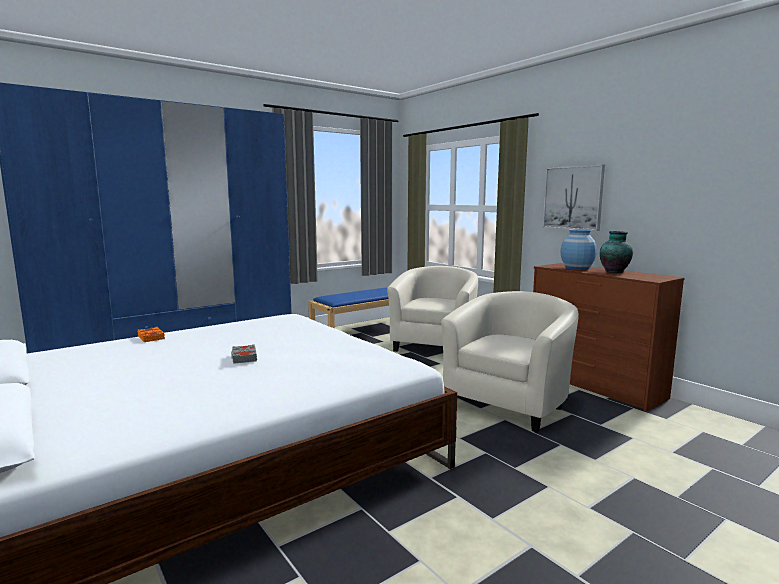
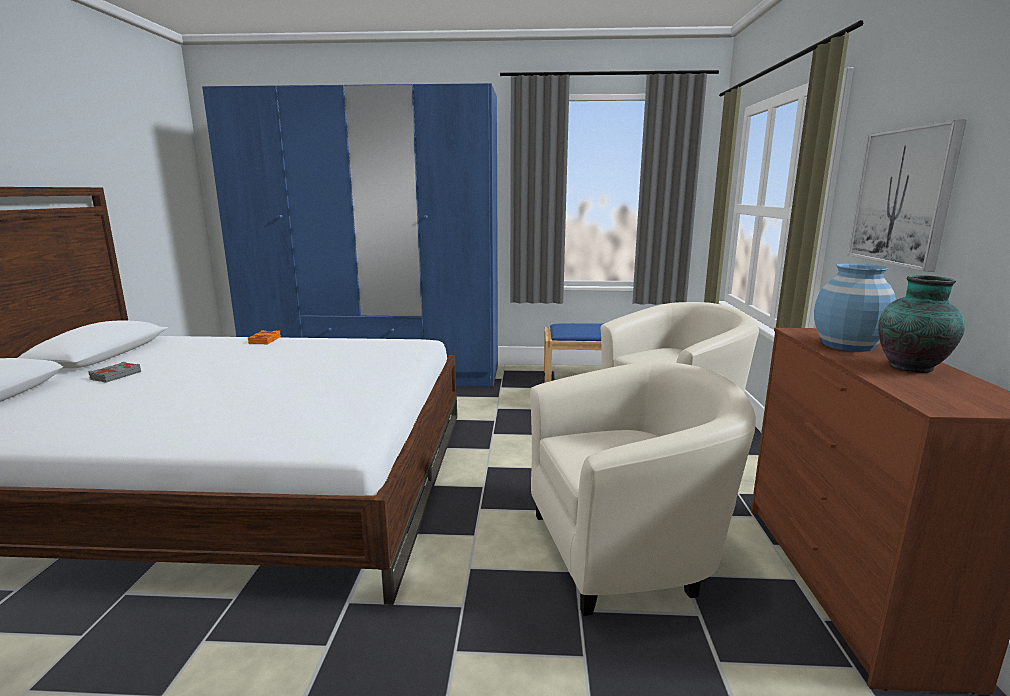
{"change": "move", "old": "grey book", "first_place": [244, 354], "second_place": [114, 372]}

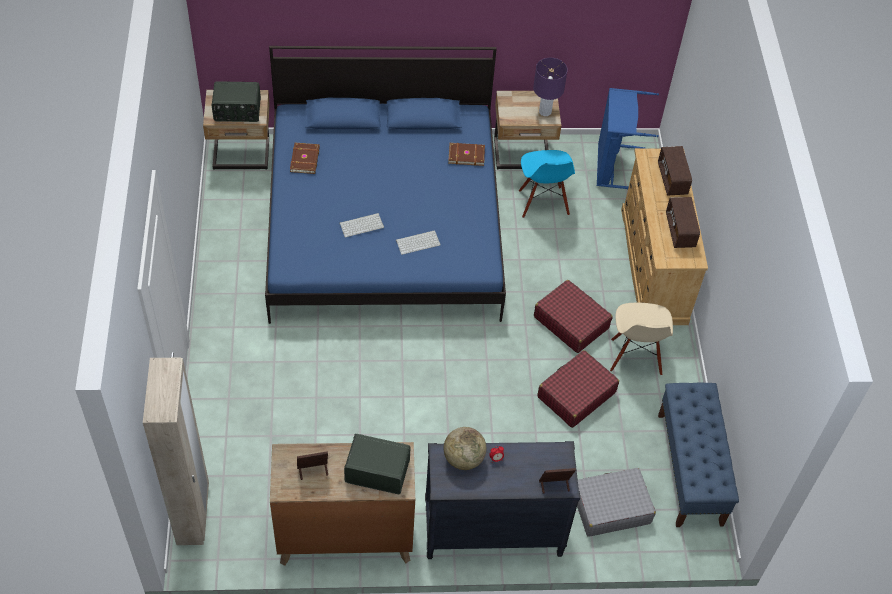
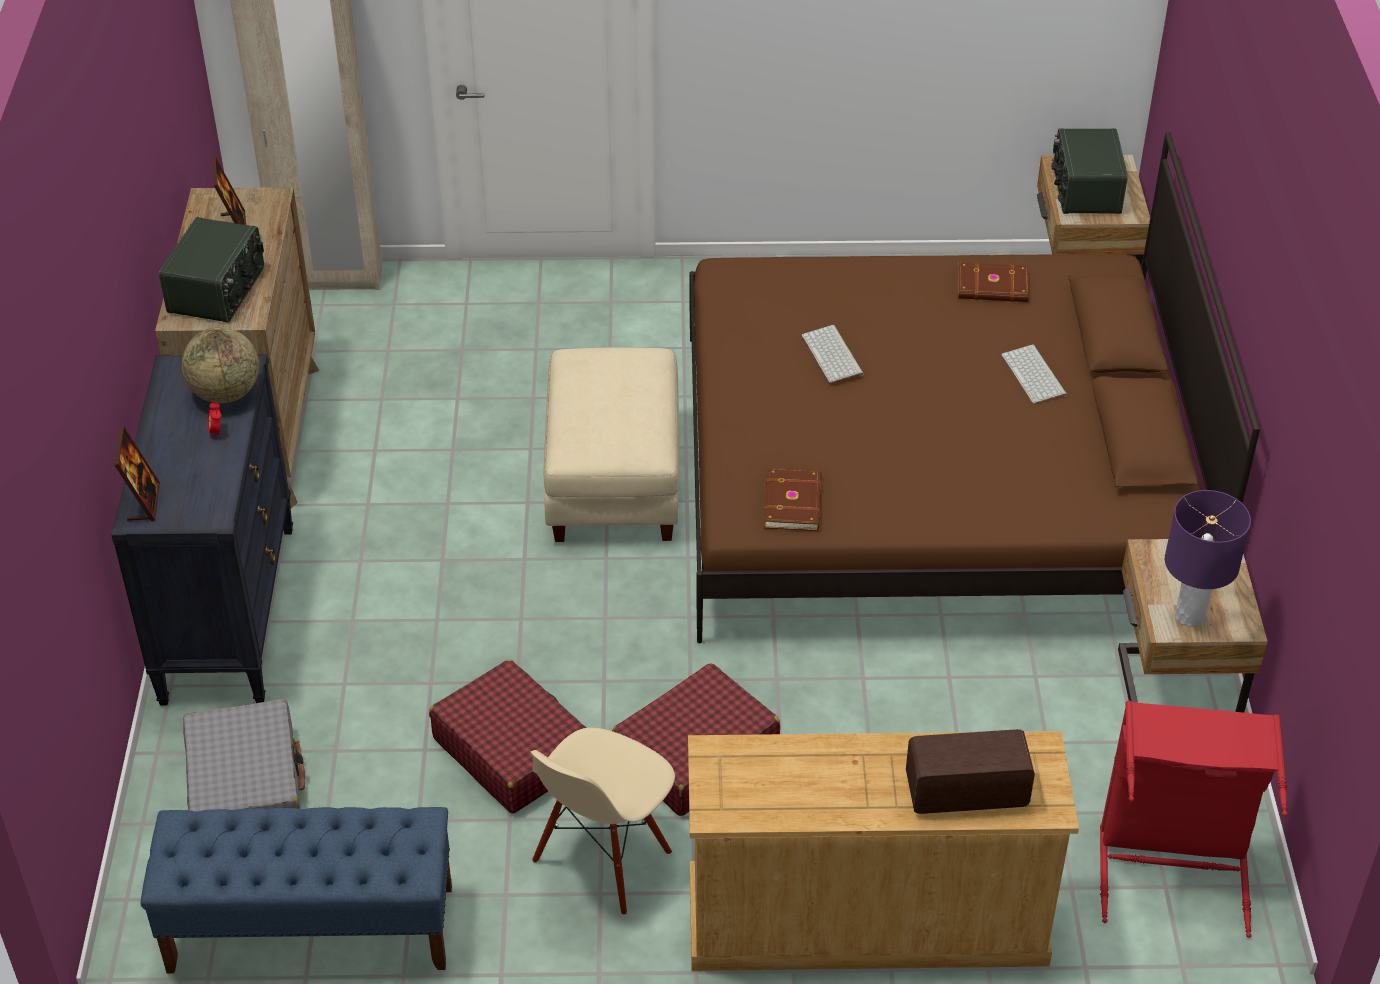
{"change": "rotate", "old": "beige chair", "first_place": [641, 339], "second_place": [603, 821], "degrees": -60}
{"change": "insert", "new": "beige ottoman", "second_place": [612, 444]}
{"change": "recolor", "old": "blue bed", "new": "brown bed", "first_place": [385, 185], "second_place": [974, 387]}
{"change": "move", "old": "brown book", "first_place": [466, 154], "second_place": [793, 499]}
{"change": "move", "old": "keyboard", "first_place": [418, 242], "second_place": [1034, 373]}
{"change": "recolor", "old": "blue laundry basket", "new": "red laundry basket", "first_place": [628, 138], "second_place": [1194, 819]}
{"change": "delete", "old": "blue chair", "first_place": [547, 184]}
{"change": "delete", "old": "radio", "first_place": [683, 222]}

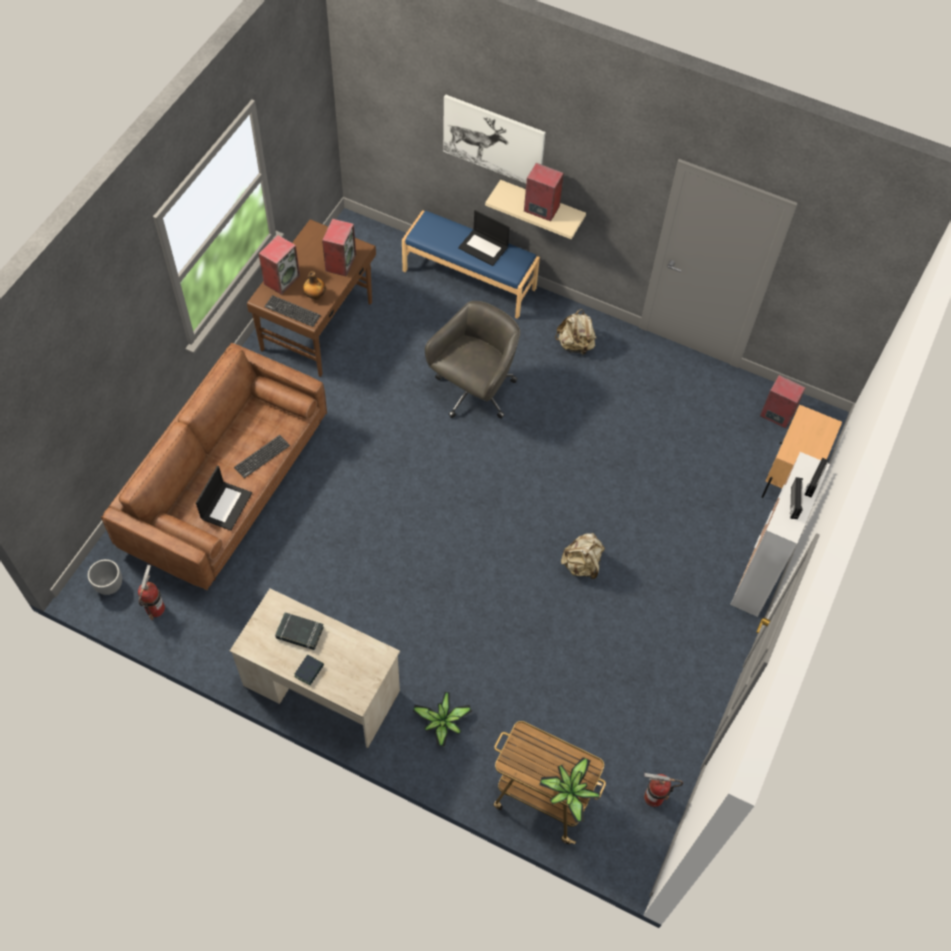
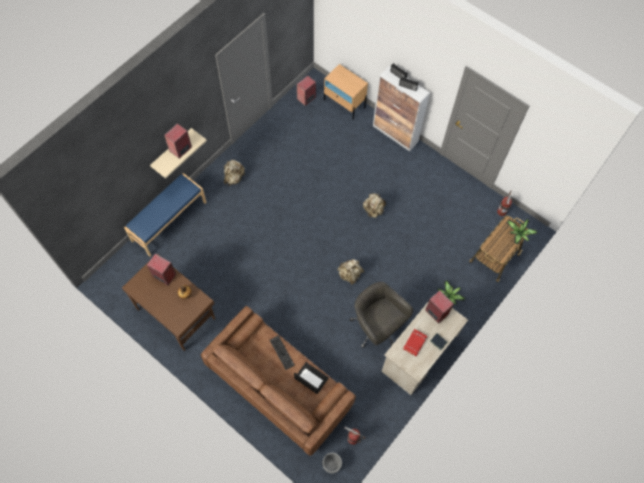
{"change": "insert", "new": "beige backpack", "second_place": [350, 271]}
{"change": "move", "old": "grey office chair", "first_place": [472, 360], "second_place": [381, 315]}
{"change": "recolor", "old": "black book", "new": "red book", "first_place": [299, 631], "second_place": [415, 342]}
{"change": "move", "old": "speaker", "first_place": [279, 265], "second_place": [439, 306]}
{"change": "delete", "old": "keyboard", "first_place": [292, 311]}
{"change": "delete", "old": "picture", "first_place": [494, 139]}
{"change": "delete", "old": "laptop", "first_place": [484, 238]}

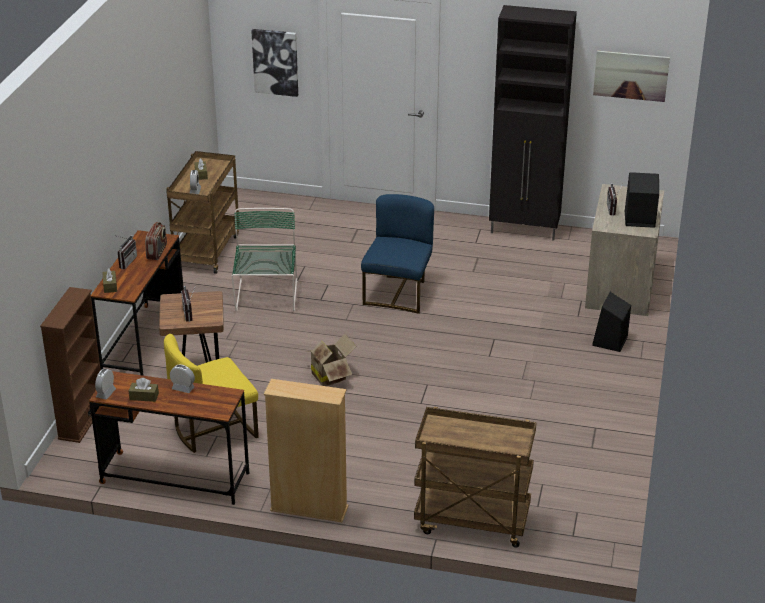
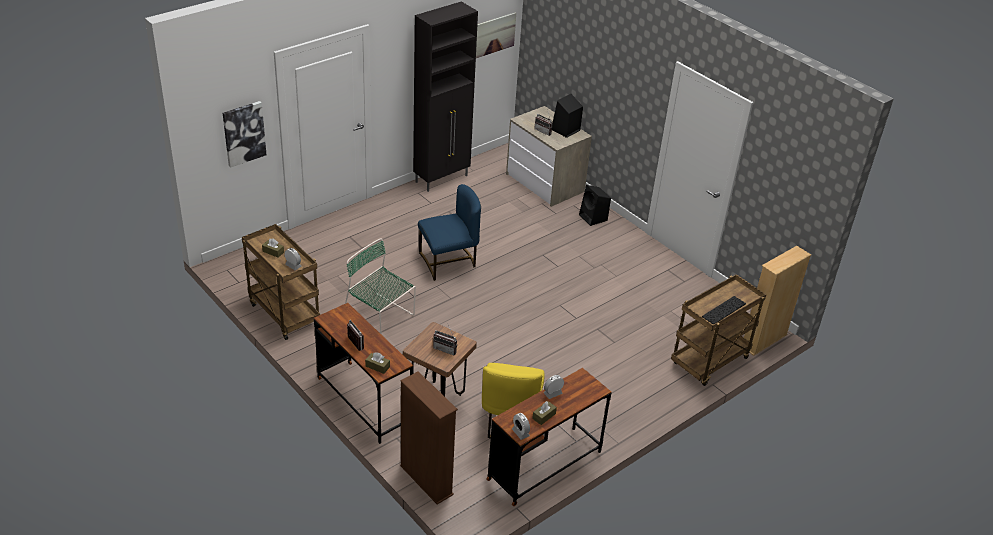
{"change": "rotate", "old": "blue chair", "first_place": [397, 254], "second_place": [449, 232], "degrees": 105}
{"change": "insert", "new": "keyboard", "second_place": [724, 310]}
{"change": "move", "old": "beige bookcase", "first_place": [306, 450], "second_place": [777, 301]}
{"change": "delete", "old": "radio", "first_place": [156, 241]}
{"change": "delete", "old": "cardboard box", "first_place": [331, 360]}

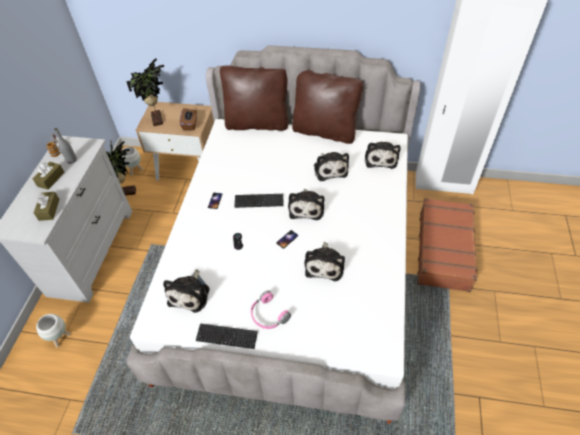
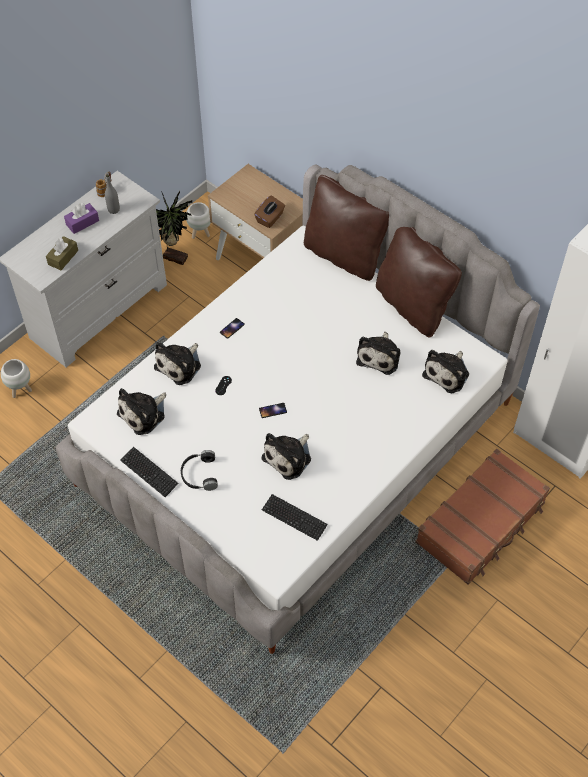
{"change": "recolor", "old": "brown tissue box", "new": "purple tissue box", "first_place": [48, 176], "second_place": [81, 218]}
{"change": "move", "old": "plush toy", "first_place": [306, 204], "second_place": [177, 363]}
{"change": "recolor", "old": "pink headphones", "new": "black headphones", "first_place": [271, 310], "second_place": [199, 470]}
{"change": "move", "old": "keyboard", "first_place": [259, 201], "second_place": [295, 517]}
{"change": "delete", "old": "potted plant", "first_place": [145, 92]}

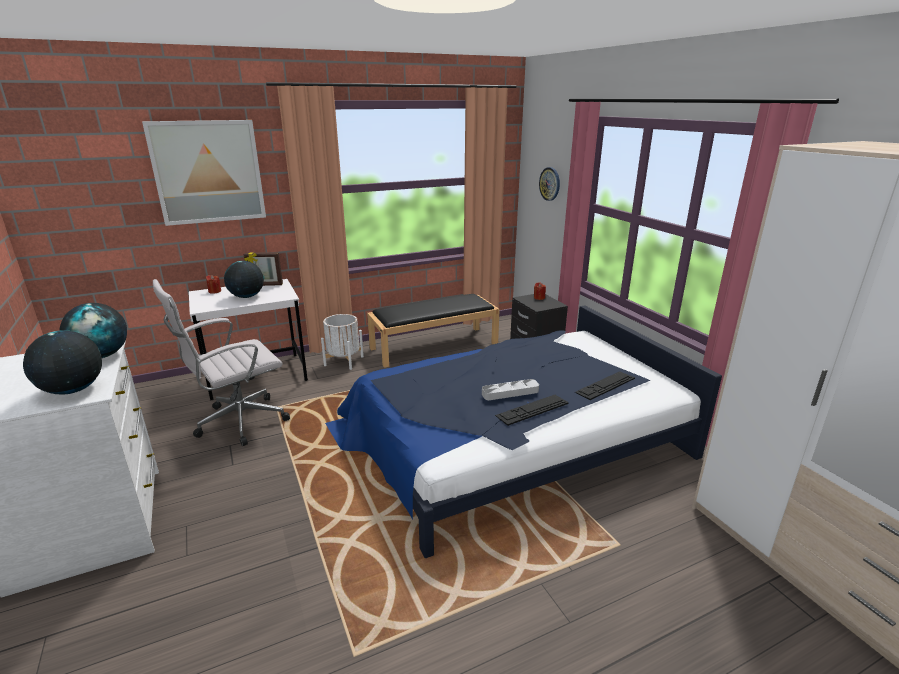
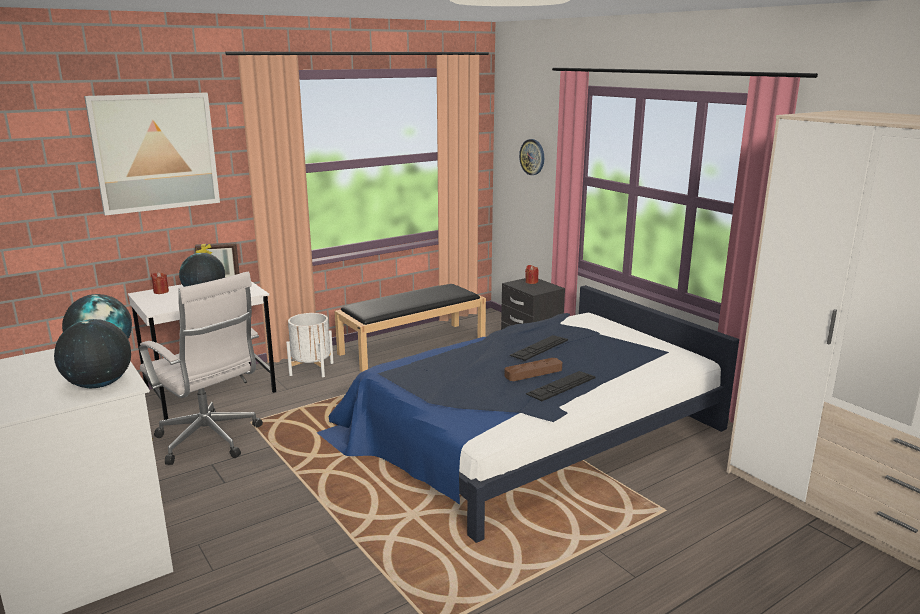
{"change": "rotate", "old": "white office chair", "first_place": [221, 362], "second_place": [201, 368], "degrees": -90}
{"change": "recolor", "old": "grey tray", "new": "brown tray", "first_place": [510, 389], "second_place": [533, 369]}
{"change": "move", "old": "keyboard", "first_place": [605, 385], "second_place": [538, 348]}

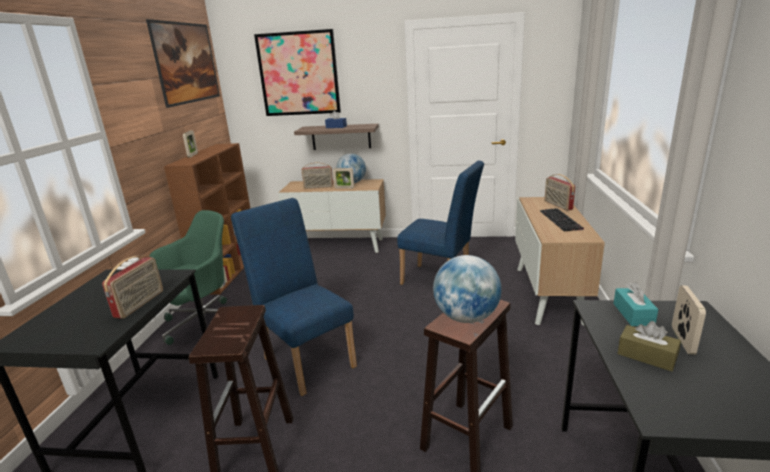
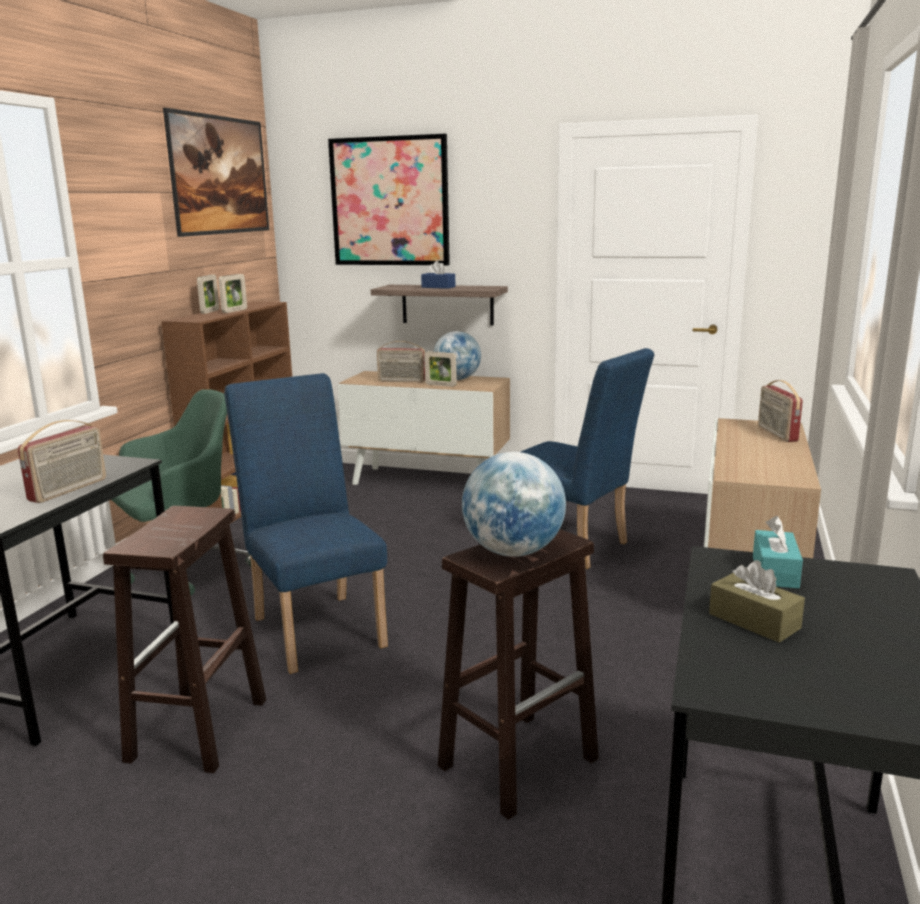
{"change": "move", "old": "picture frame", "first_place": [689, 320], "second_place": [232, 293]}
{"change": "delete", "old": "keyboard", "first_place": [562, 219]}

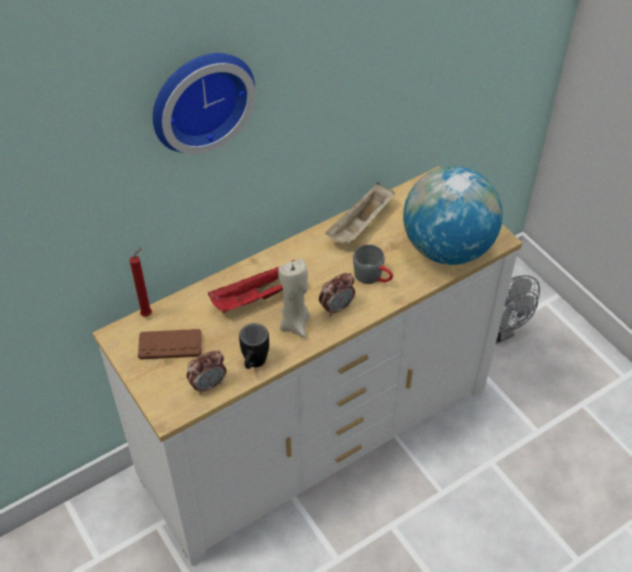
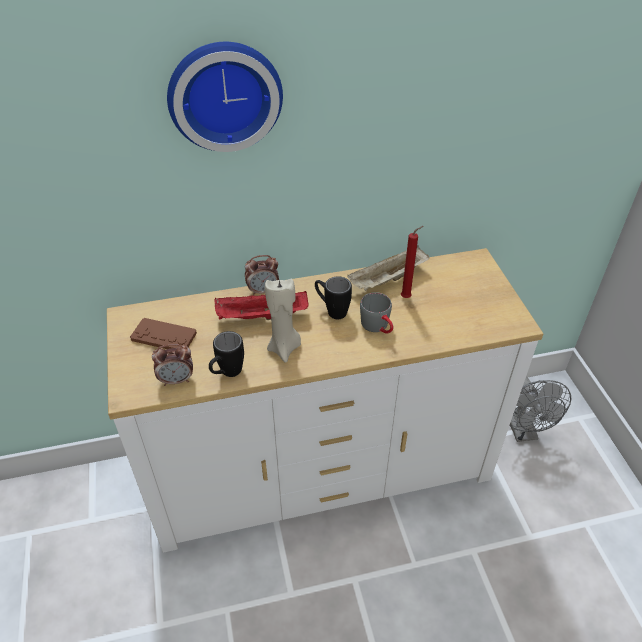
{"change": "move", "old": "alarm clock", "first_place": [337, 294], "second_place": [262, 275]}
{"change": "insert", "new": "black mug", "second_place": [333, 297]}
{"change": "move", "old": "red candle", "first_place": [141, 282], "second_place": [412, 262]}
{"change": "delete", "old": "globe", "first_place": [453, 215]}

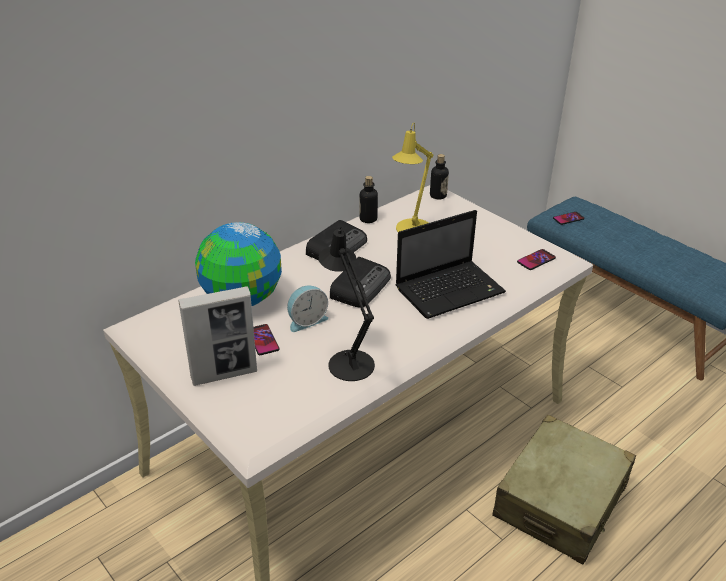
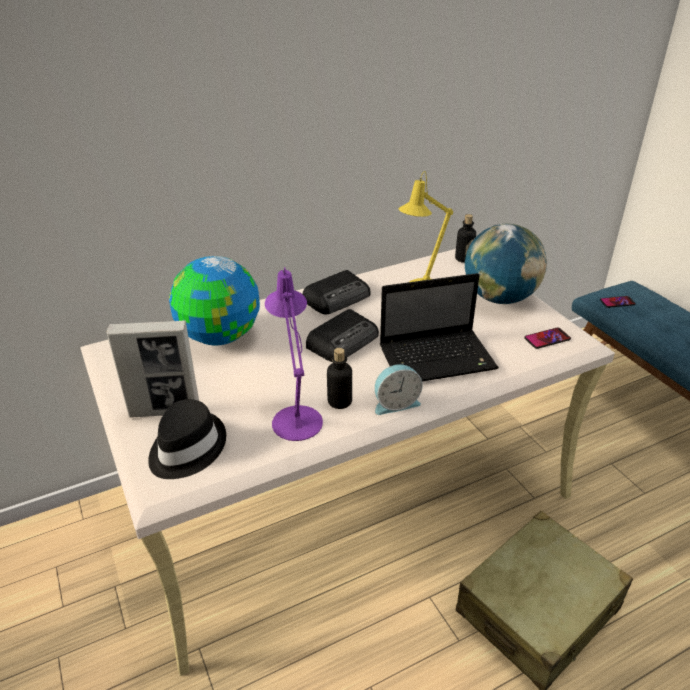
{"change": "insert", "new": "black hat", "second_place": [187, 439]}
{"change": "recolor", "old": "black table lamp", "new": "purple table lamp", "first_place": [347, 304], "second_place": [294, 354]}
{"change": "move", "old": "bottle", "first_place": [368, 199], "second_place": [339, 378]}
{"change": "move", "old": "alarm clock", "first_place": [307, 309], "second_place": [399, 389]}
{"change": "insert", "new": "globe", "second_place": [506, 263]}
{"change": "delete", "old": "phone", "first_place": [266, 339]}

